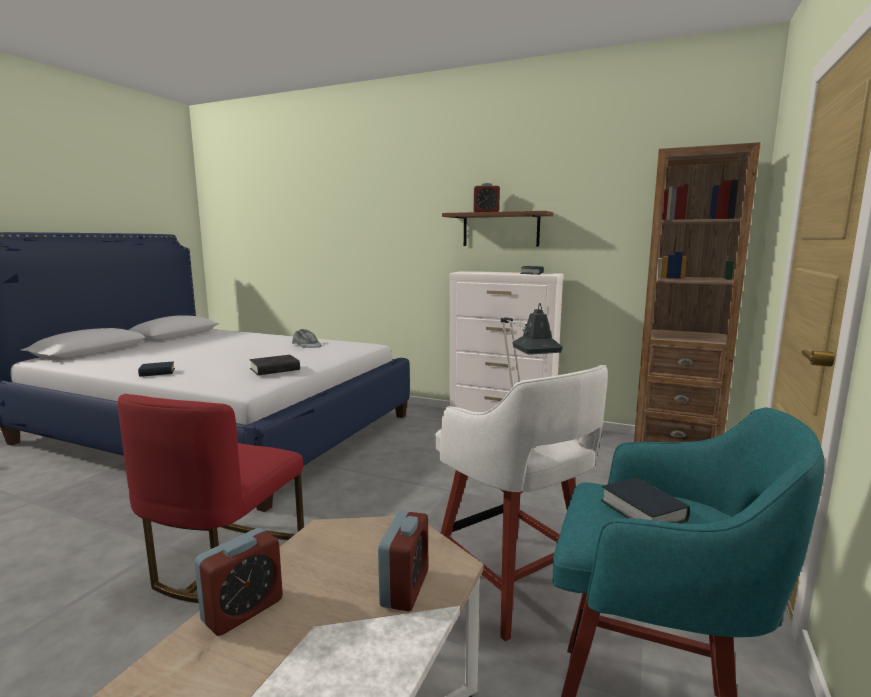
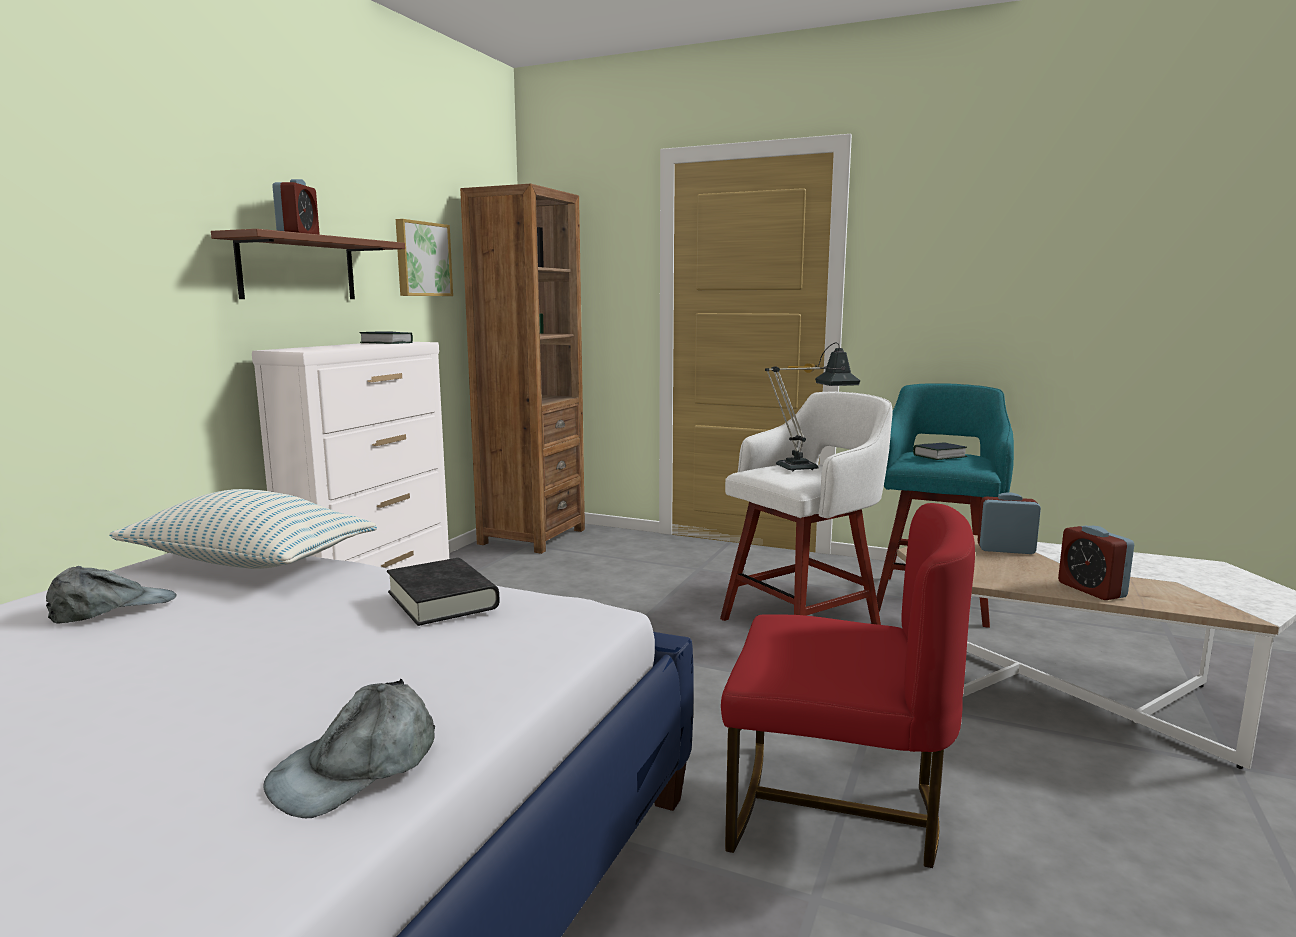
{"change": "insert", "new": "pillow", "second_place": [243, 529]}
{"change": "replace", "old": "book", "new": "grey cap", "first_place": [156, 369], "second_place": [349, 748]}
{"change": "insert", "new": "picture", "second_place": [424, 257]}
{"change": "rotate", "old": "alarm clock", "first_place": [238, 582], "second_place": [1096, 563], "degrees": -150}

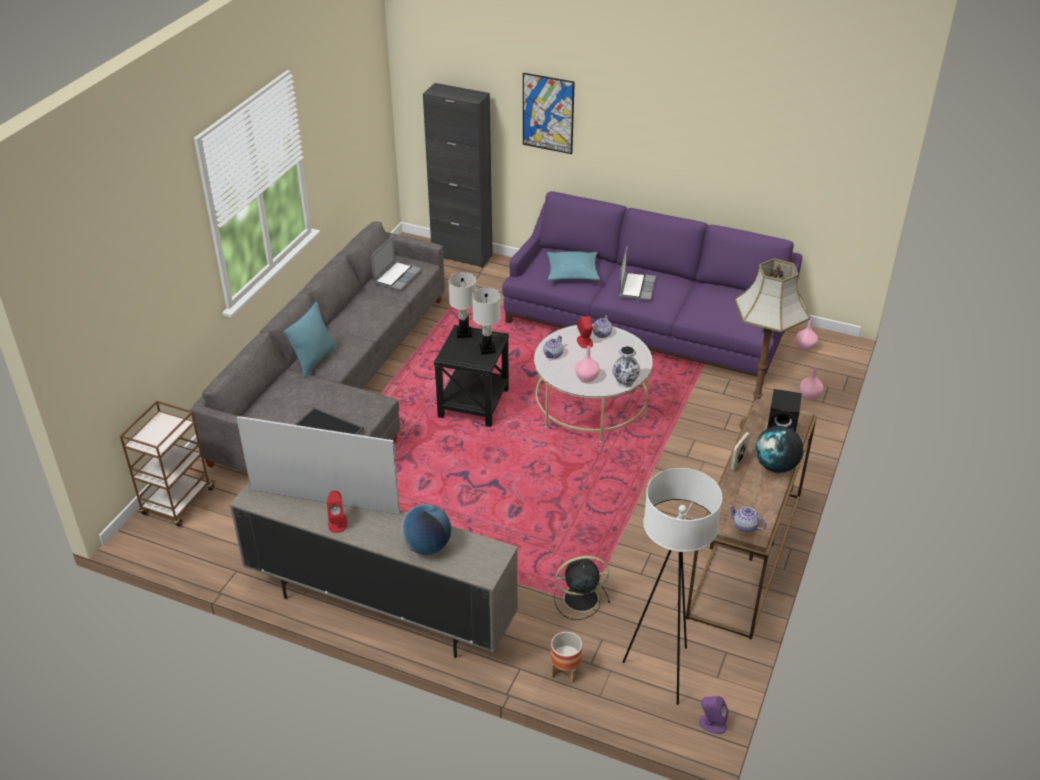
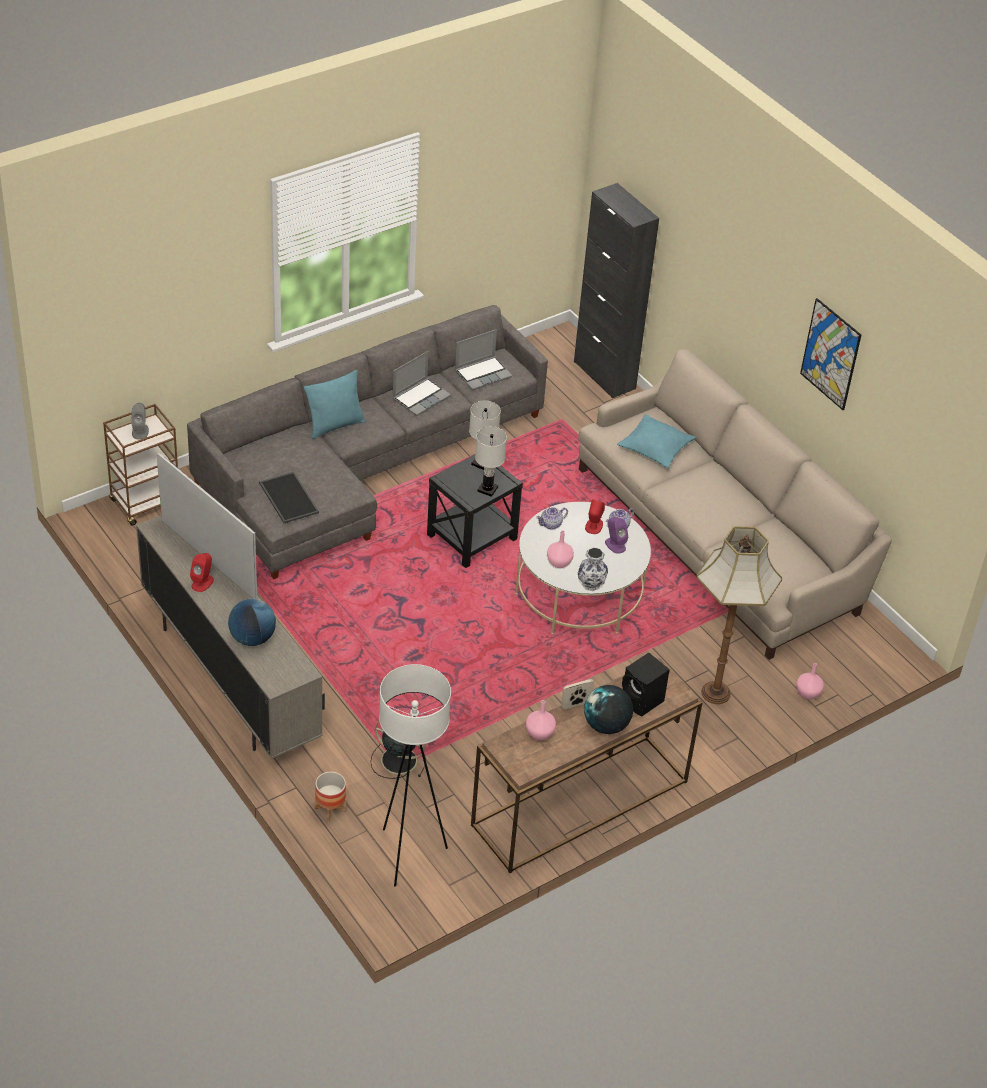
{"change": "insert", "new": "grey speaker", "second_place": [140, 421]}
{"change": "move", "old": "laptop", "first_place": [637, 273], "second_place": [421, 383]}
{"change": "move", "old": "pink vase", "first_place": [807, 334], "second_place": [541, 720]}
{"change": "recolor", "old": "purple sofa", "new": "beige sofa", "first_place": [652, 287], "second_place": [735, 504]}
{"change": "move", "old": "purple speaker", "first_place": [714, 715], "second_place": [616, 535]}
{"change": "move", "old": "picture", "first_place": [549, 113], "second_place": [830, 354]}
{"change": "delete", "old": "teapot", "first_place": [747, 519]}

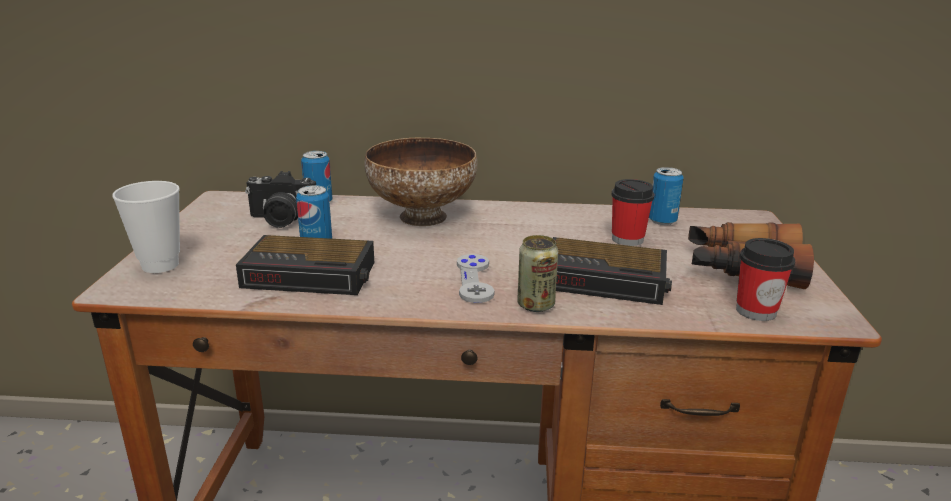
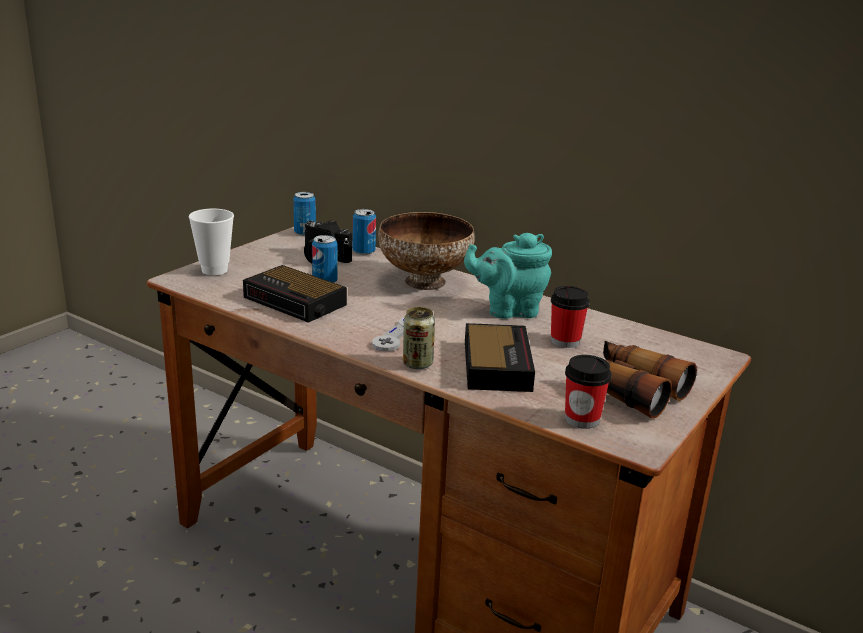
{"change": "move", "old": "can", "first_place": [666, 196], "second_place": [304, 214]}
{"change": "insert", "new": "turquoise teapot", "second_place": [508, 276]}
{"change": "rotate", "old": "alarm clock", "first_place": [612, 271], "second_place": [500, 357], "degrees": -135}

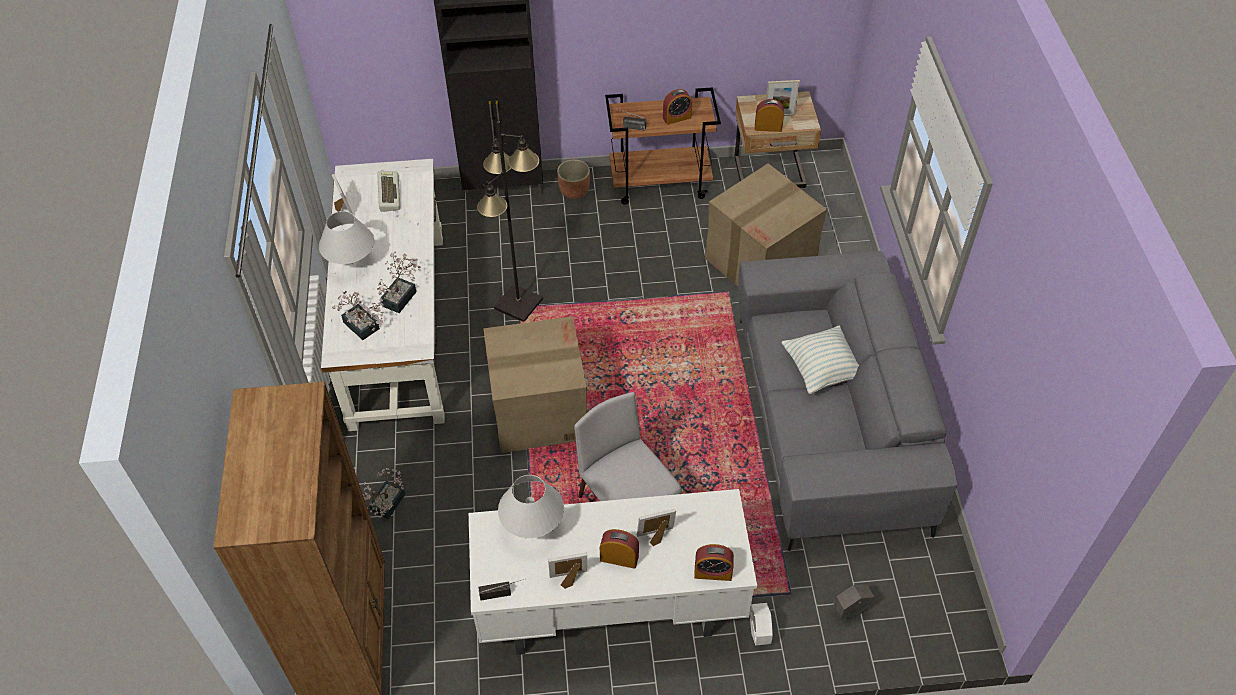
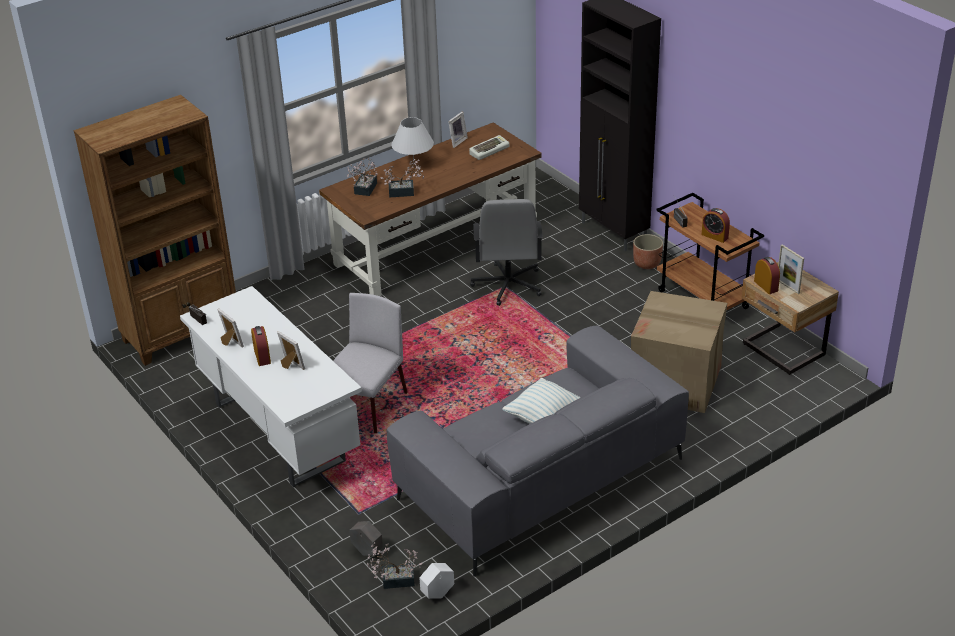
{"change": "recolor", "old": "white desk", "new": "brown desk", "first_place": [383, 295], "second_place": [430, 209]}
{"change": "move", "old": "potted plant", "first_place": [384, 493], "second_place": [394, 565]}
{"change": "move", "old": "white planter", "first_place": [761, 624], "second_place": [436, 581]}
{"change": "replace", "old": "black floor lamp", "new": "grey office chair", "first_place": [510, 221], "second_place": [506, 252]}
{"change": "delete", "old": "cardboard box", "first_place": [535, 384]}
{"change": "delete", "old": "white table lamp", "first_place": [531, 506]}
{"change": "delete", "old": "alarm clock", "first_place": [714, 562]}

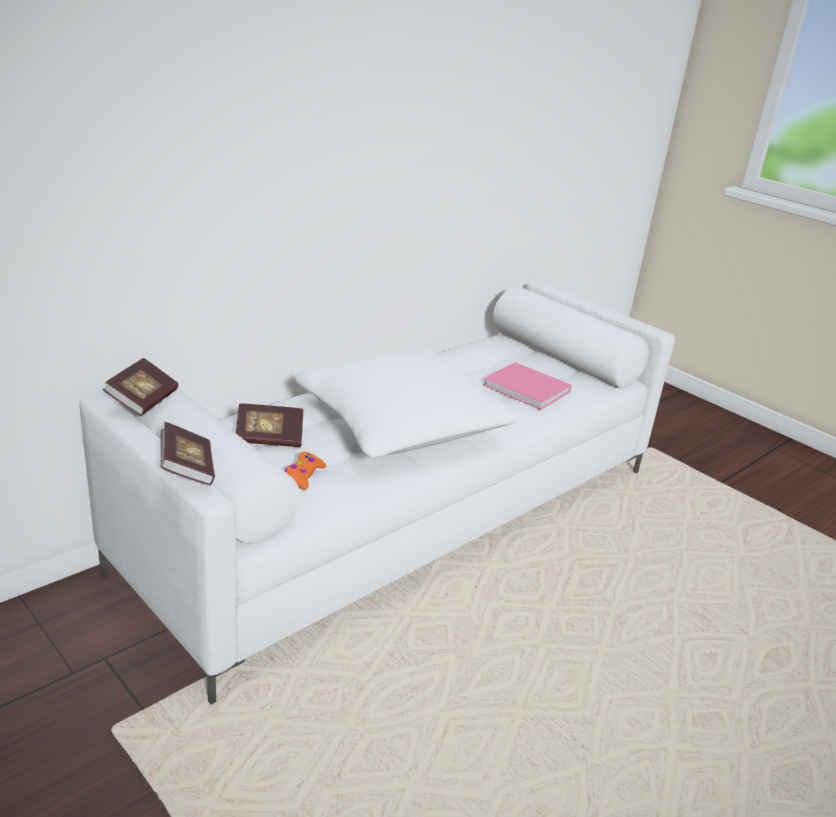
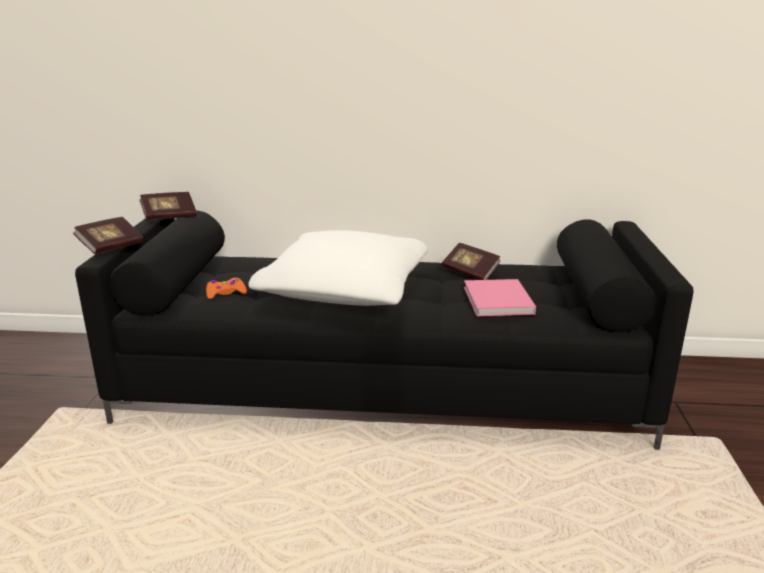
{"change": "recolor", "old": "white sofa", "new": "black sofa", "first_place": [377, 492], "second_place": [384, 330]}
{"change": "move", "old": "book", "first_place": [269, 425], "second_place": [471, 261]}

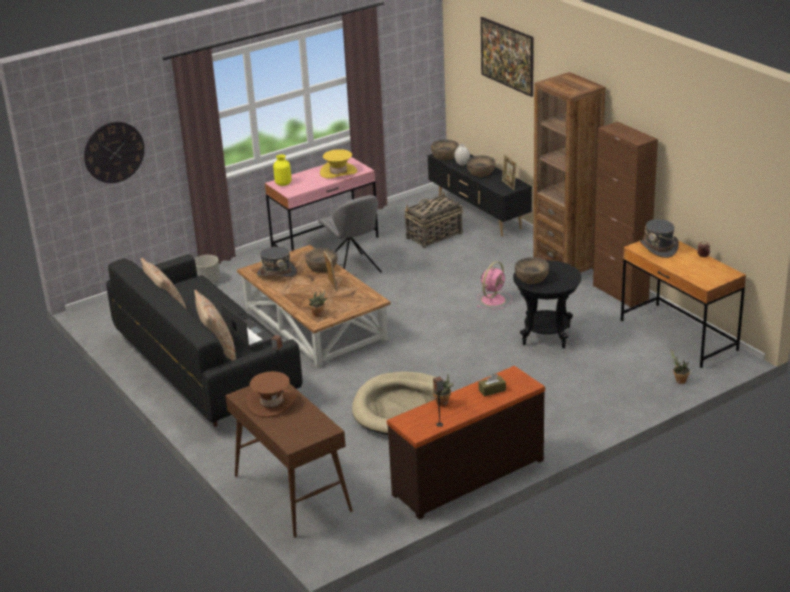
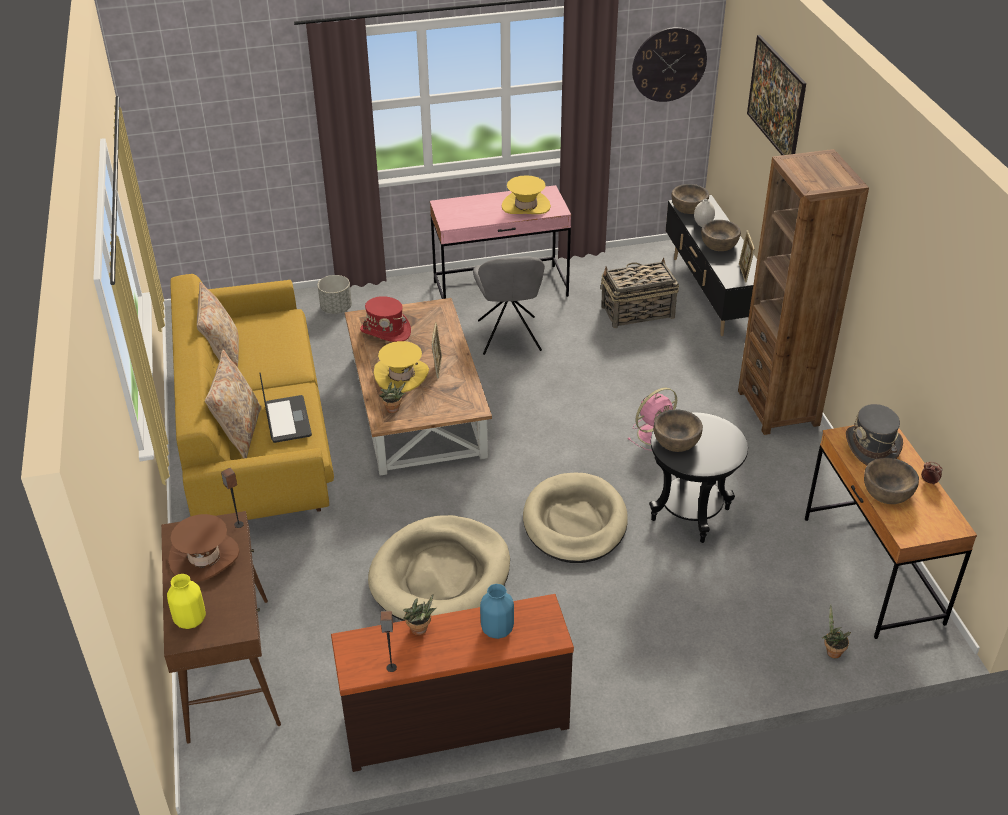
{"change": "move", "old": "yellow vase", "first_place": [282, 170], "second_place": [186, 601]}
{"change": "recolor", "old": "black sofa", "new": "yellow sofa", "first_place": [204, 340], "second_place": [252, 397]}
{"change": "recolor", "old": "grey hat", "new": "red hat", "first_place": [277, 262], "second_place": [385, 319]}
{"change": "insert", "new": "yellow hat", "second_place": [401, 367]}
{"change": "replace", "old": "brown tissue box", "new": "blue vase", "first_place": [492, 385], "second_place": [497, 611]}
{"change": "insert", "new": "beige dog bed", "second_place": [575, 518]}
{"change": "move", "old": "wall clock", "first_place": [114, 152], "second_place": [669, 64]}
{"change": "move", "old": "brown bowl", "first_place": [321, 260], "second_place": [891, 481]}
{"change": "delete", "old": "brown cabinet", "first_place": [625, 214]}

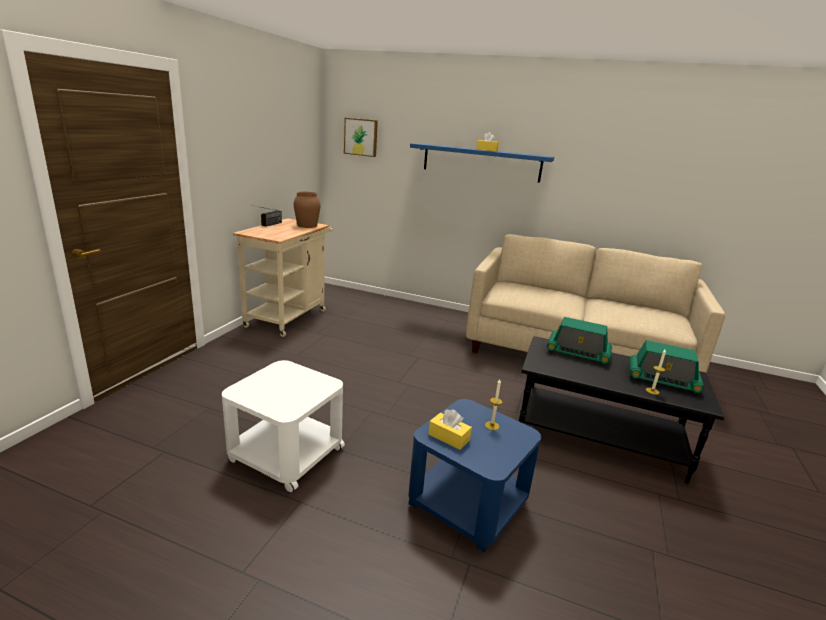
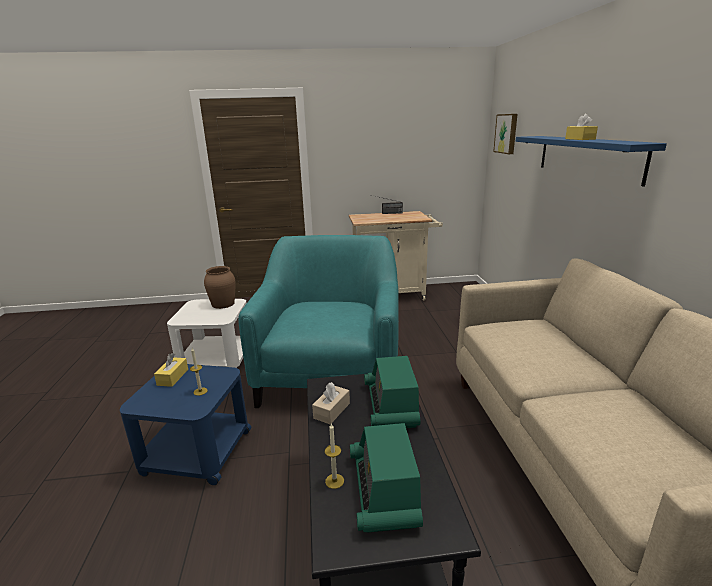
{"change": "move", "old": "brown vase", "first_place": [307, 210], "second_place": [220, 287]}
{"change": "insert", "new": "turquoise armchair", "second_place": [318, 321]}
{"change": "insert", "new": "beige tissue box", "second_place": [331, 403]}

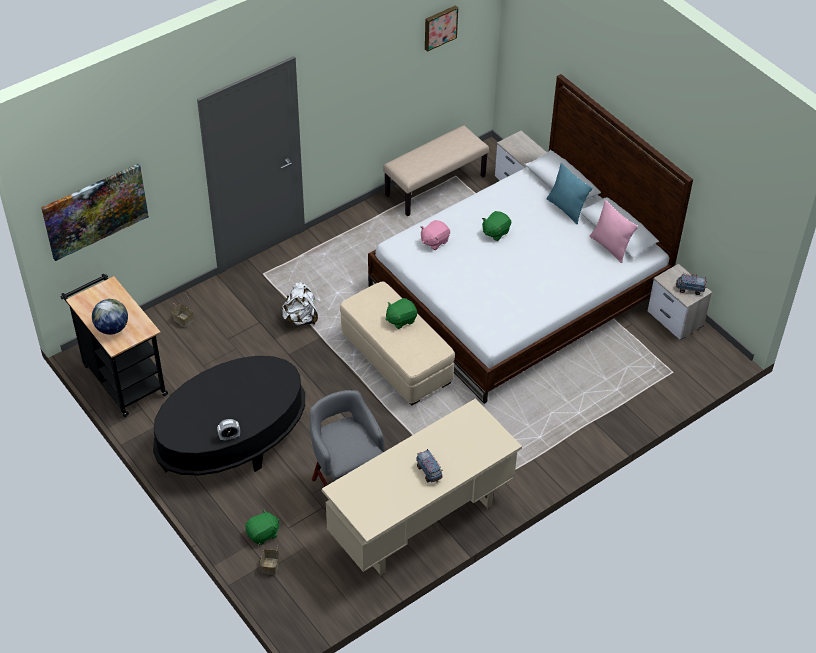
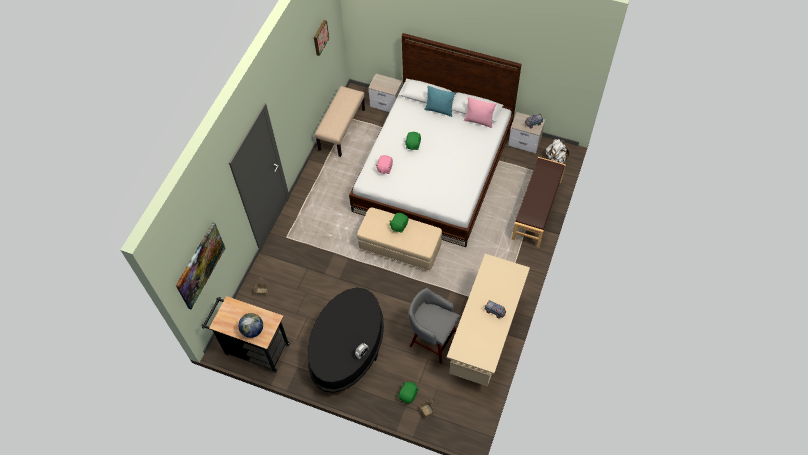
{"change": "insert", "new": "brown bench", "second_place": [539, 202]}
{"change": "move", "old": "white backpack", "first_place": [300, 304], "second_place": [557, 151]}

